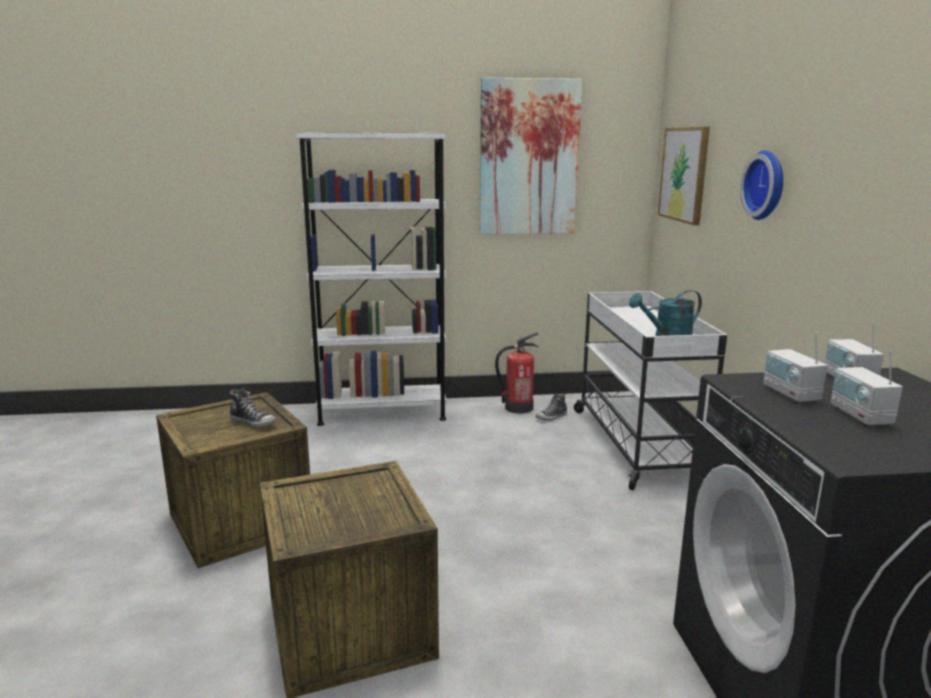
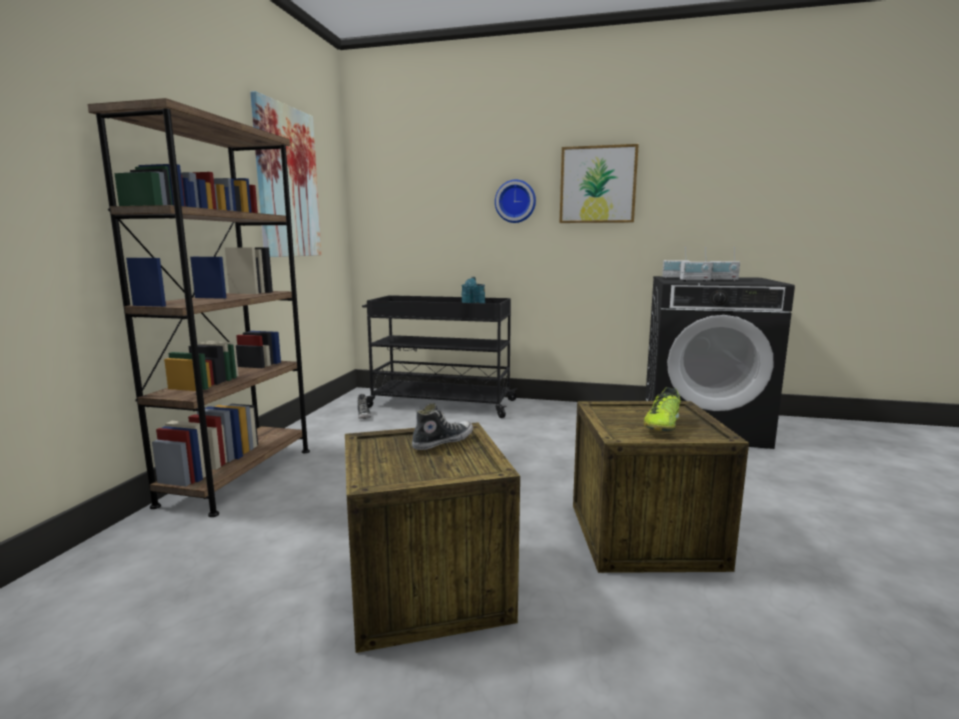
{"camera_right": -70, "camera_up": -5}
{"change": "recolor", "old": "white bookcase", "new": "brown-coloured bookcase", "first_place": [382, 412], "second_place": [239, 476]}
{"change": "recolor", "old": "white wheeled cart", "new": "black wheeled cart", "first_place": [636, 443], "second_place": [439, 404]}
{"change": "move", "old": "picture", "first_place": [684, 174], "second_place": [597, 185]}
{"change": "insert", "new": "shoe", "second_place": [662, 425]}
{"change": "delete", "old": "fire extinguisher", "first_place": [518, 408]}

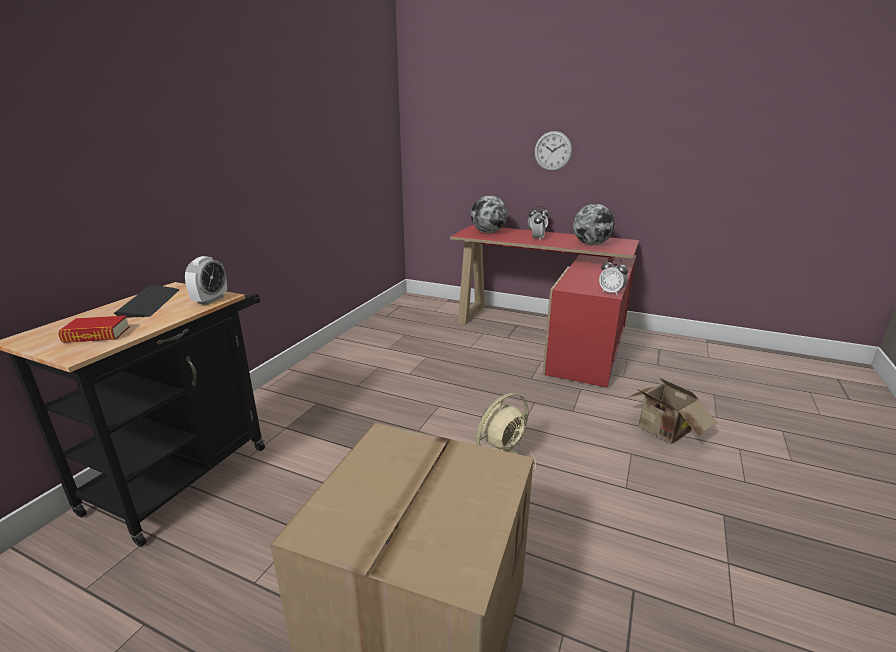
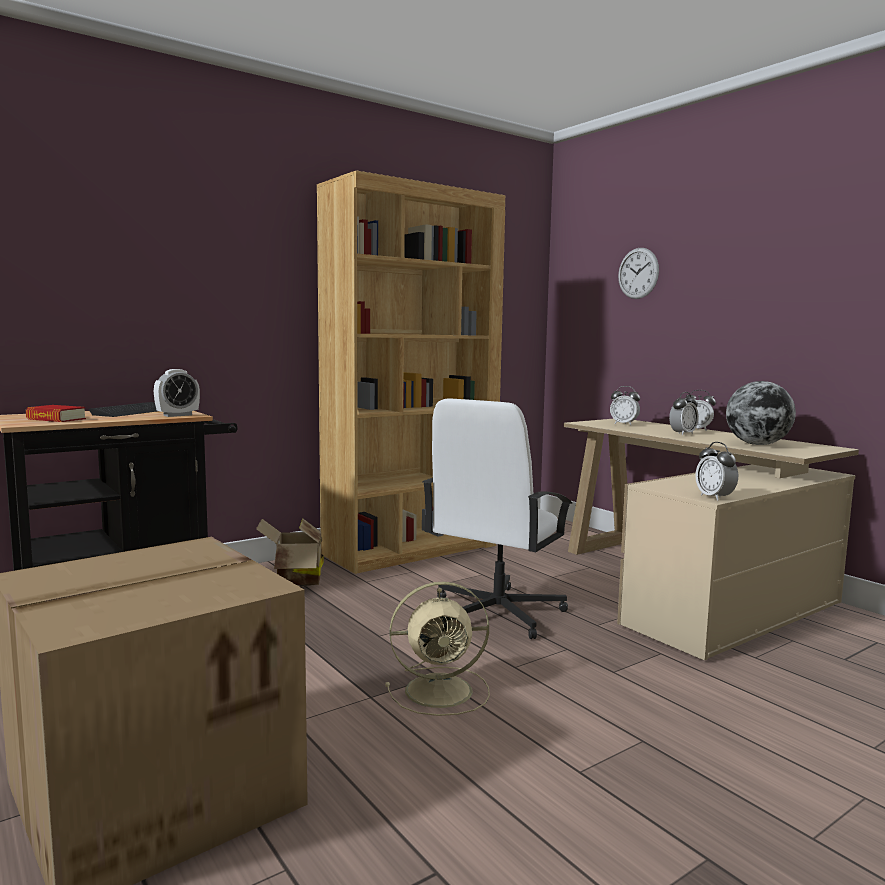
{"camera_right": 30, "camera_up": -15}
{"change": "move", "old": "packing box", "first_place": [663, 432], "second_place": [295, 580]}
{"change": "insert", "new": "brown-coloured bookcase", "second_place": [411, 549]}
{"change": "insert", "new": "white office chair", "second_place": [496, 613]}
{"change": "recolor", "old": "red desk table", "new": "beige-coloured desk table", "first_place": [548, 335], "second_place": [689, 587]}
{"change": "replace", "old": "world globe", "new": "bedside clock", "first_place": [488, 232], "second_place": [624, 424]}
{"change": "move", "old": "wall clock", "first_place": [553, 151], "second_place": [638, 273]}

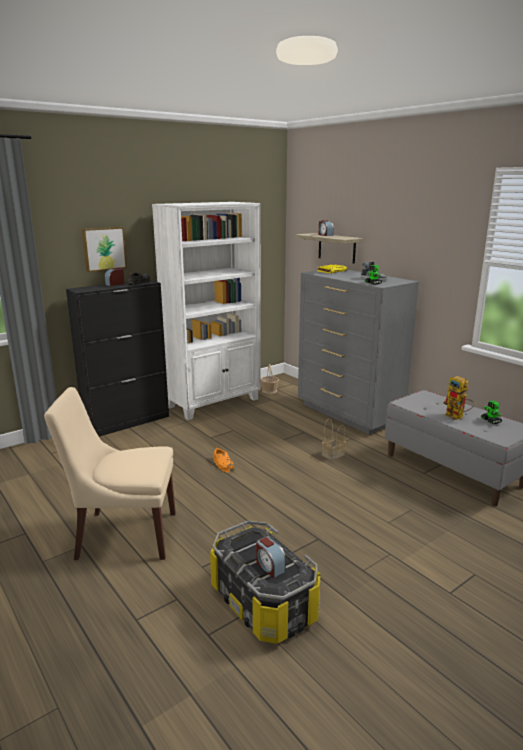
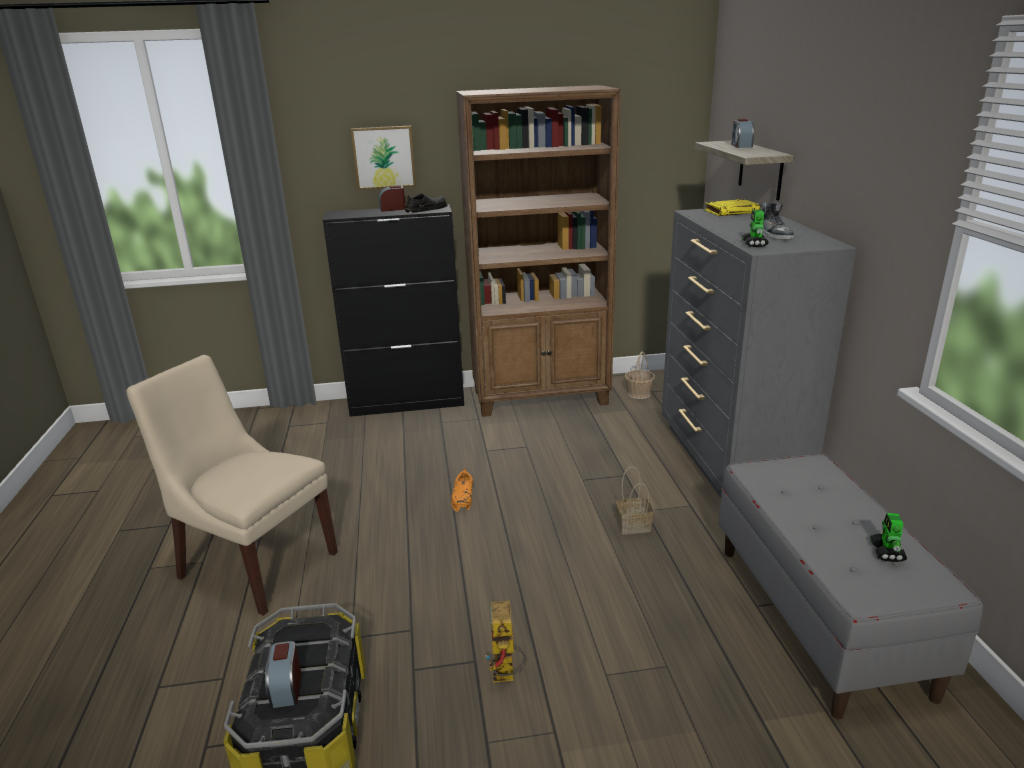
{"camera_right": 30, "camera_up": 5}
{"change": "recolor", "old": "white bookcase", "new": "brown-coloured bookcase", "first_place": [214, 403], "second_place": [541, 397]}
{"change": "move", "old": "model robot", "first_place": [457, 417], "second_place": [506, 676]}

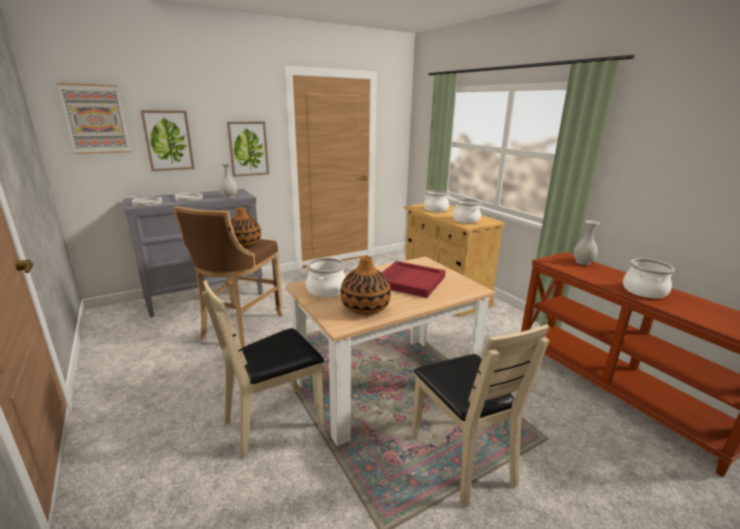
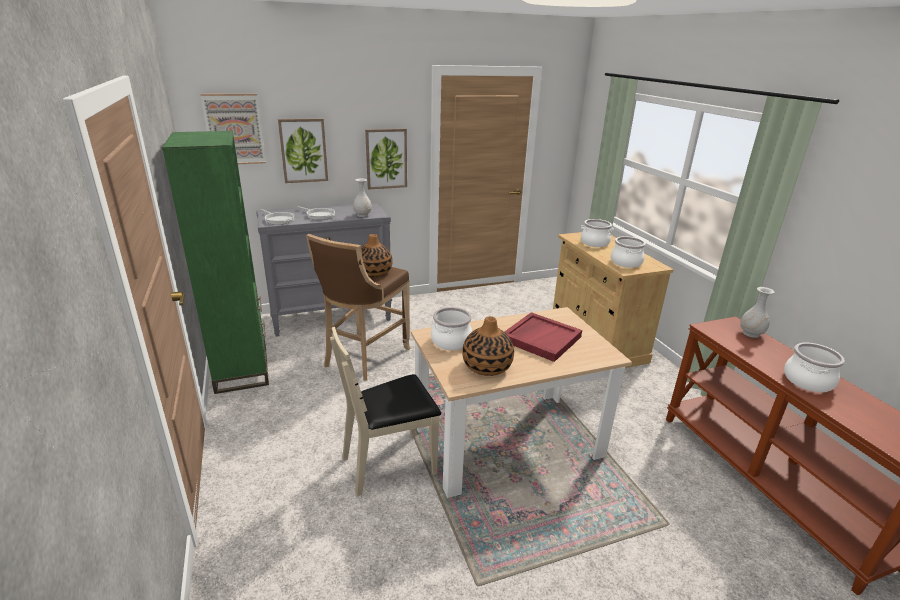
{"camera_right": 10, "camera_up": 5}
{"change": "insert", "new": "greenish bookcase", "second_place": [242, 369]}
{"change": "delete", "old": "beige-coloured plain chair", "first_place": [462, 458]}

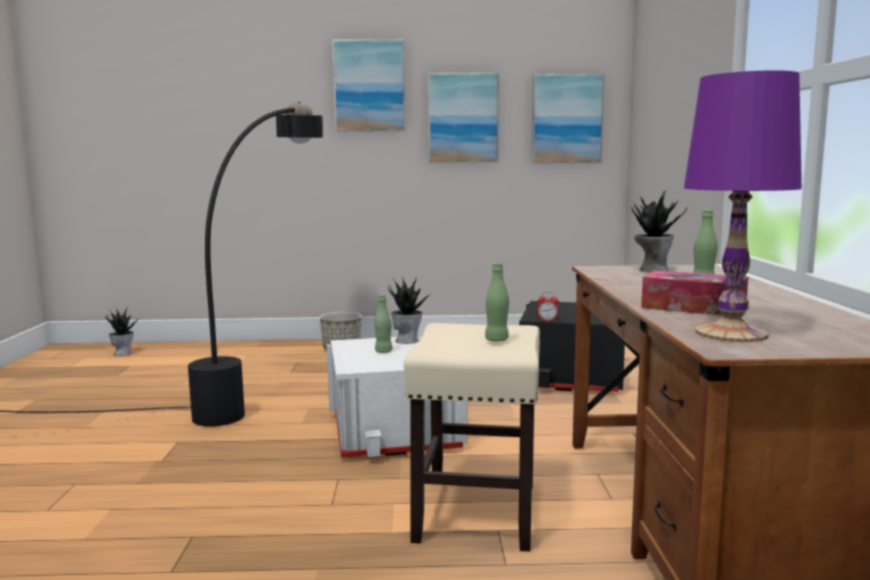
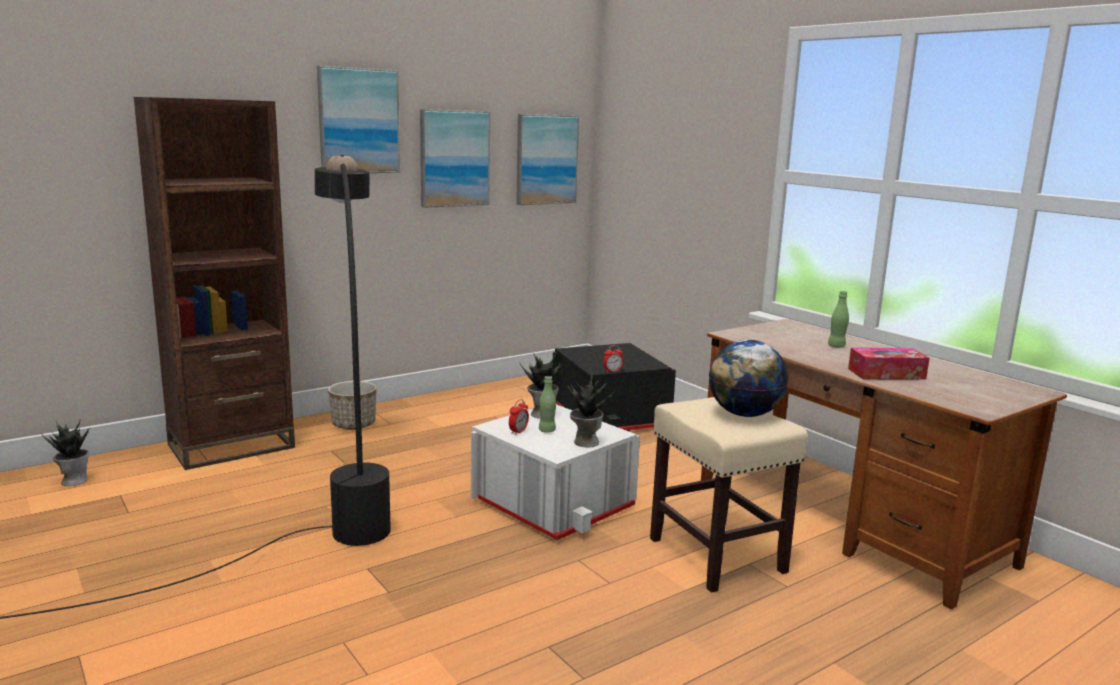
{"camera_right": -35, "camera_up": 5}
{"change": "insert", "new": "brown-coloured bookcase", "second_place": [231, 446]}
{"change": "insert", "new": "bedside clock", "second_place": [518, 432]}
{"change": "move", "old": "potted plant", "first_place": [652, 270], "second_place": [585, 442]}
{"change": "replace", "old": "greenish beverage bottle", "new": "world globe", "first_place": [496, 340], "second_place": [744, 414]}
{"change": "delete", "old": "purple-coloured tabletop lamp", "first_place": [732, 333]}

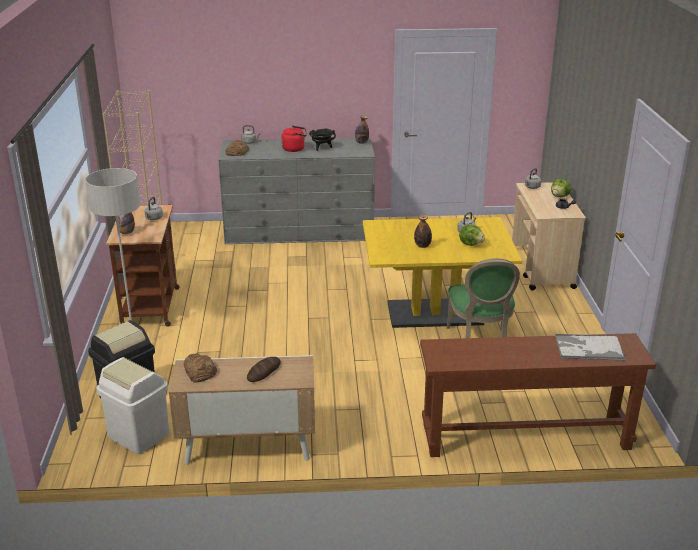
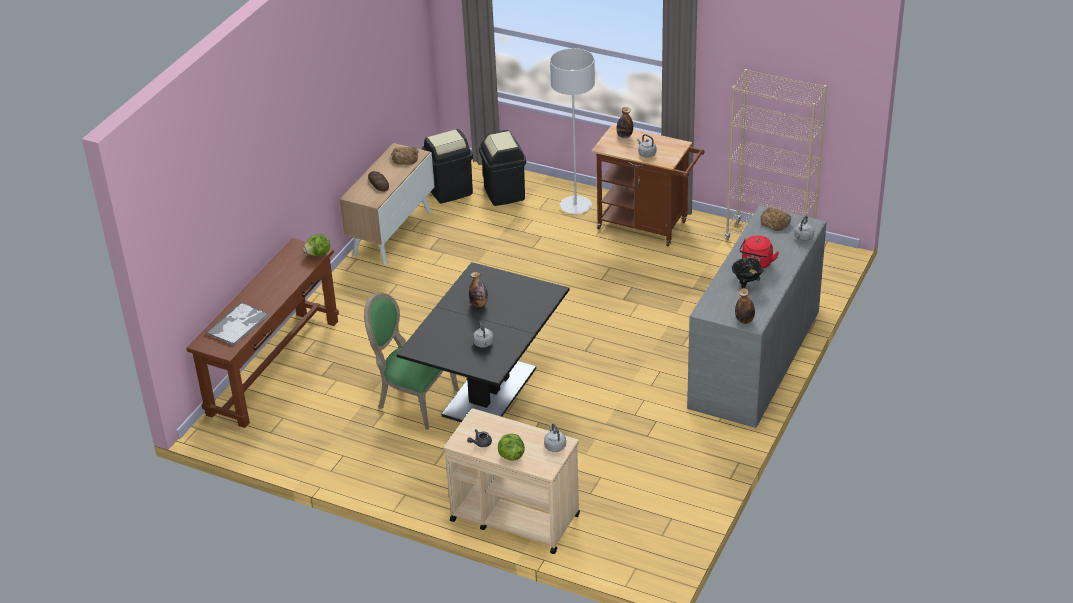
{"camera_right": 120, "camera_up": 10}
{"change": "move", "old": "lettuce head", "first_place": [471, 244], "second_place": [318, 254]}
{"change": "recolor", "old": "yellow-coloured kitchen table", "new": "black kitchen table", "first_place": [434, 313], "second_place": [489, 392]}
{"change": "recolor", "old": "white waste bin", "new": "black waste bin", "first_place": [138, 435], "second_place": [450, 190]}

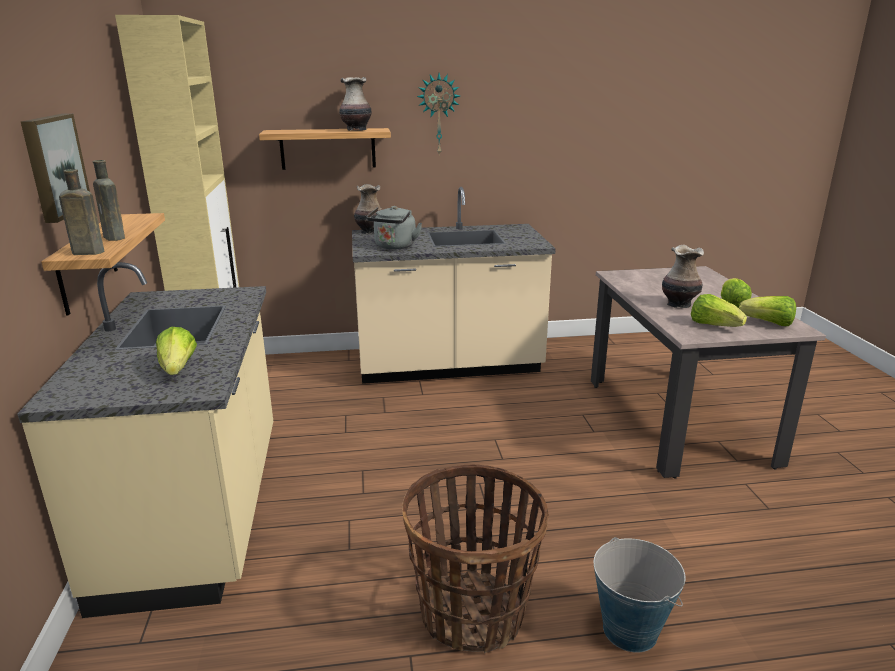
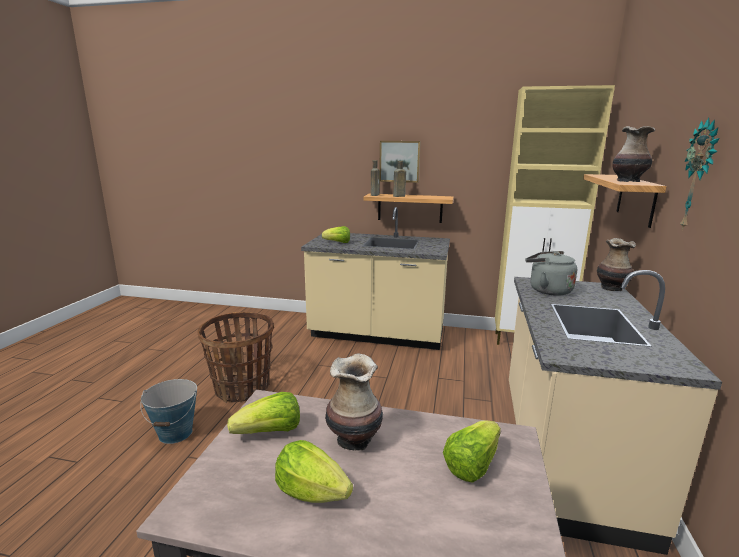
{"camera_right": 110, "camera_up": -5}
{"change": "move", "old": "lettuce head", "first_place": [768, 323], "second_place": [472, 464]}

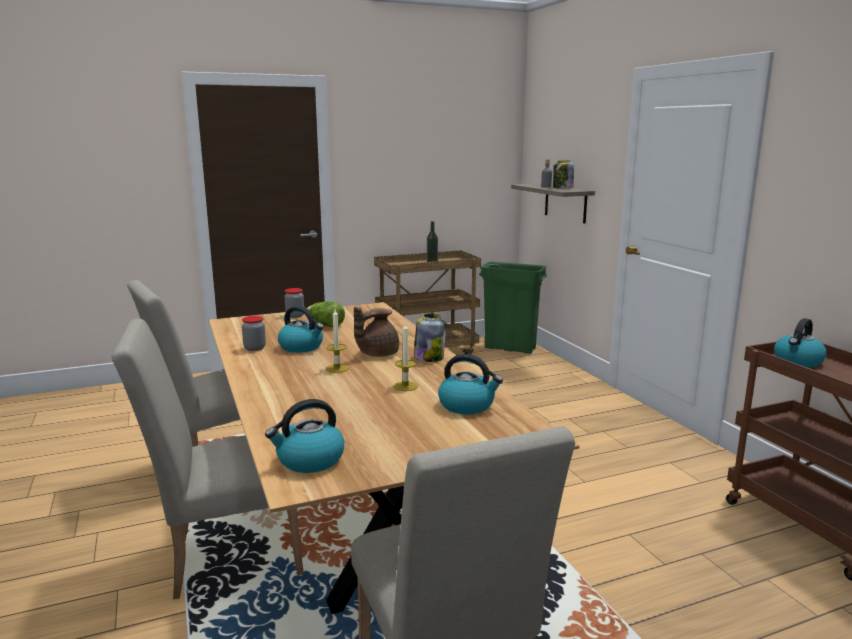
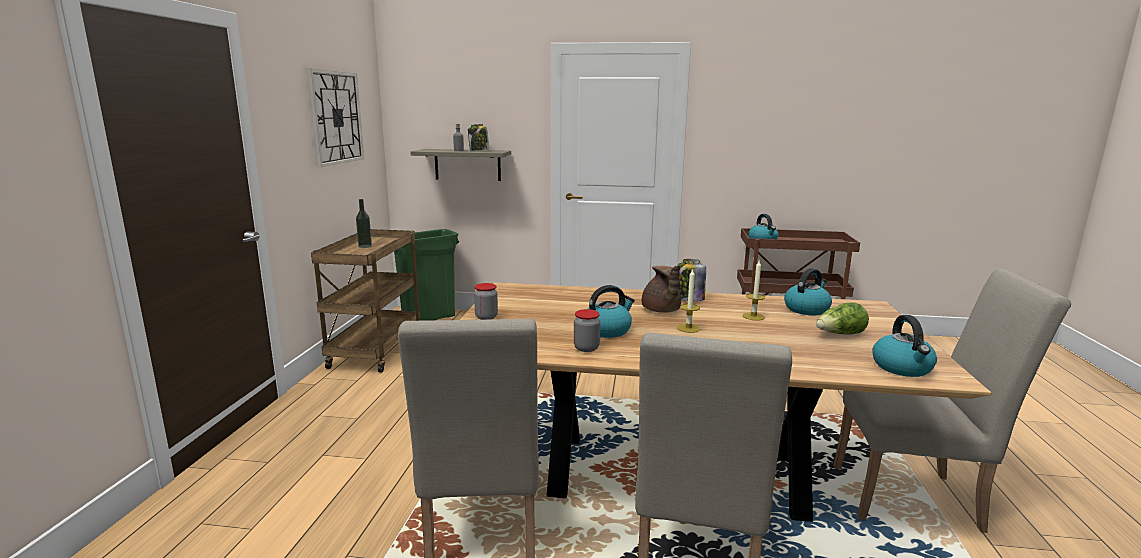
{"camera_right": -60, "camera_up": 0}
{"change": "insert", "new": "wall clock", "second_place": [336, 117]}
{"change": "move", "old": "lettuce head", "first_place": [325, 325], "second_place": [840, 334]}

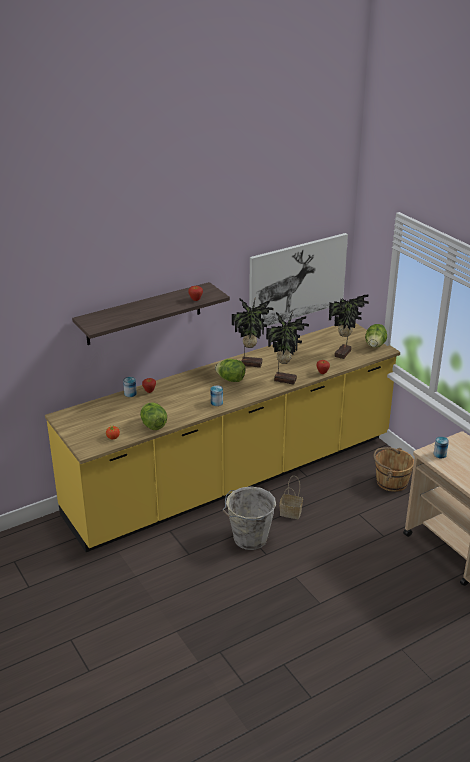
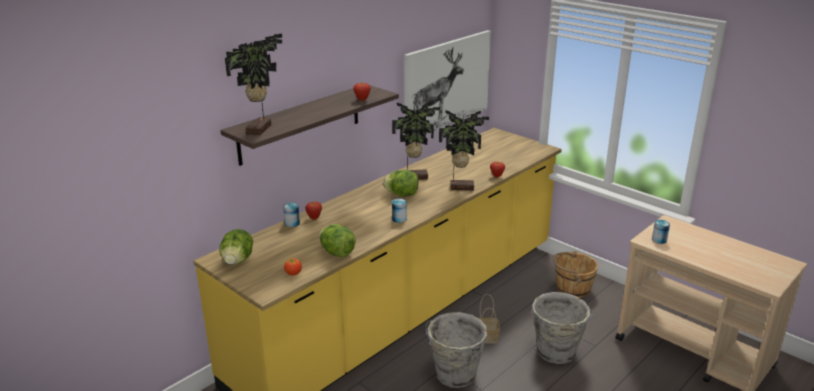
{"camera_right": -15, "camera_up": -5}
{"change": "move", "old": "lettuce head", "first_place": [375, 345], "second_place": [237, 261]}
{"change": "move", "old": "potted plant", "first_place": [344, 353], "second_place": [261, 129]}
{"change": "insert", "new": "grey water bucket", "second_place": [556, 353]}

